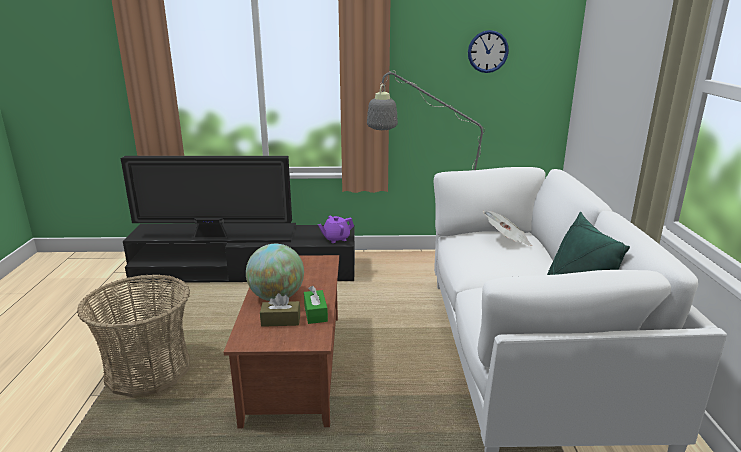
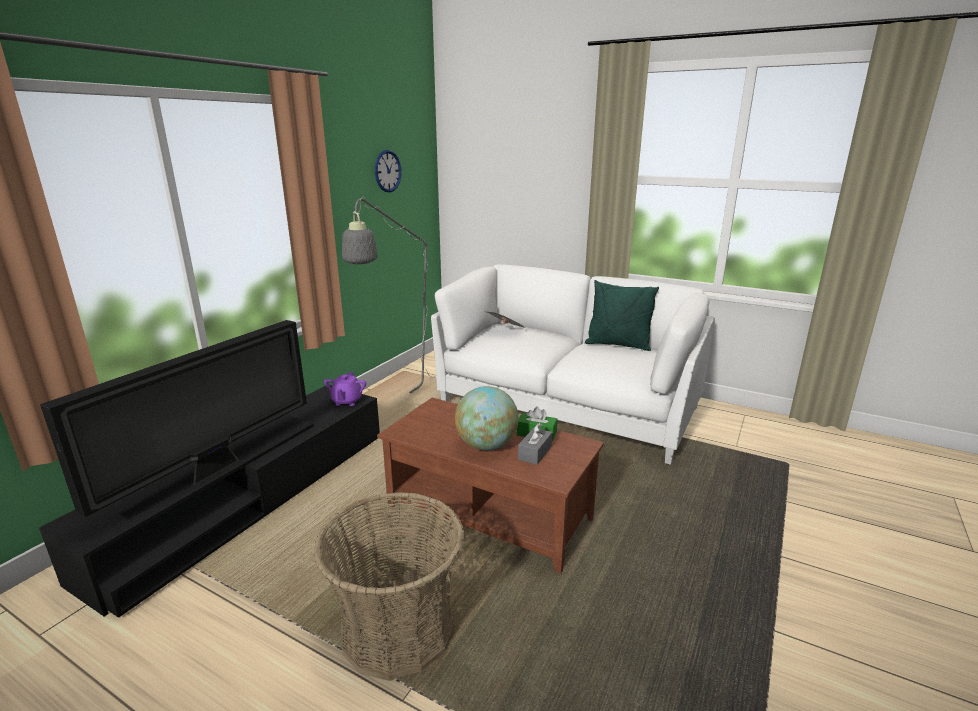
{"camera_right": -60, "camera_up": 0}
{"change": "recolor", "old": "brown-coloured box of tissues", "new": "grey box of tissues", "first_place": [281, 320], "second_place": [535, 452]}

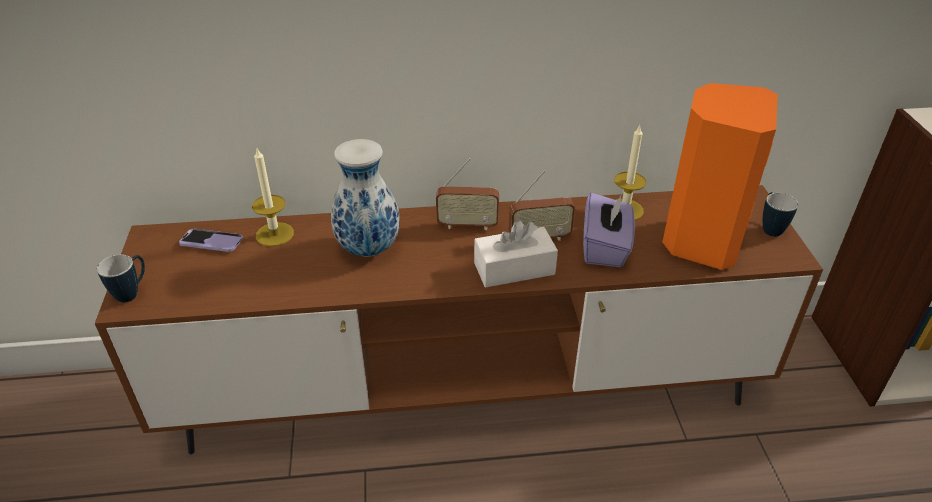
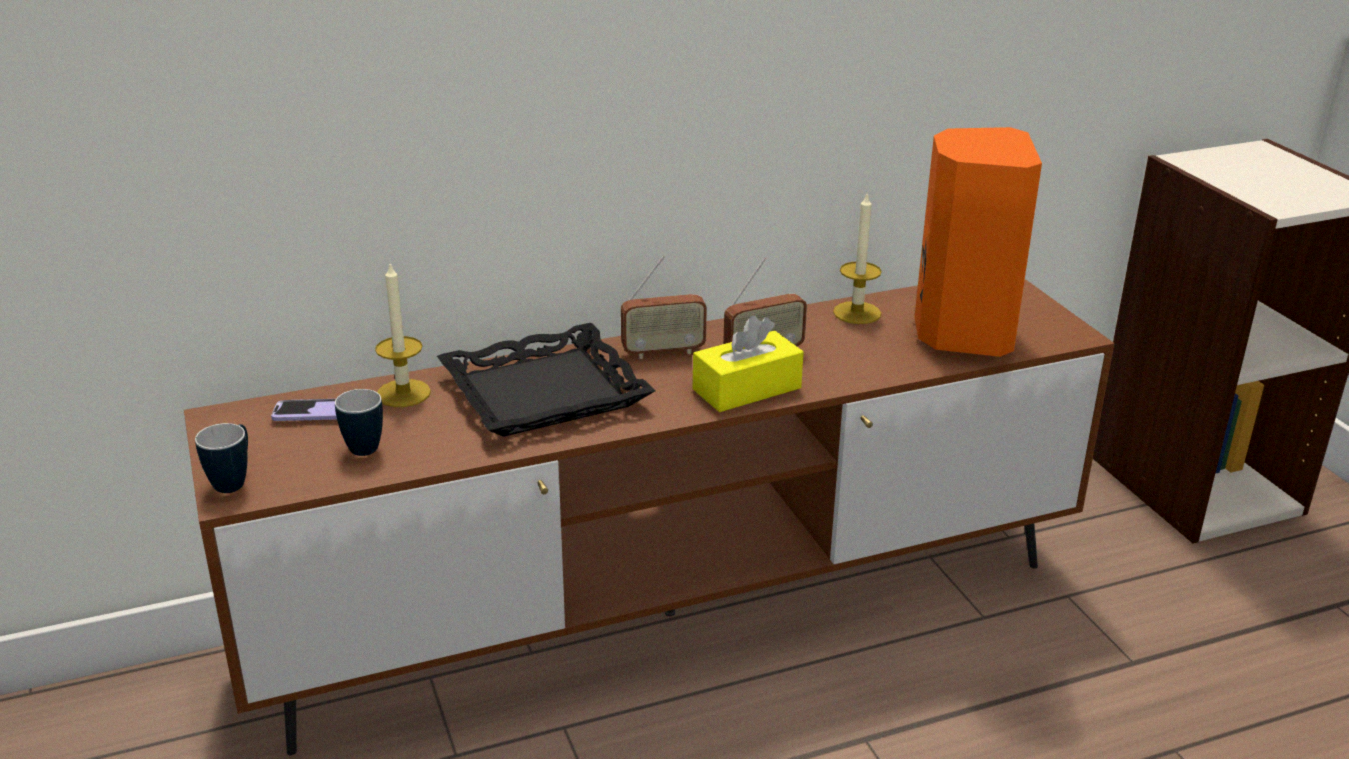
{"camera_right": -15, "camera_up": -10}
{"change": "move", "old": "tea mug", "first_place": [769, 228], "second_place": [362, 445]}
{"change": "replace", "old": "flower vase", "new": "black serving tray", "first_place": [369, 248], "second_place": [544, 392]}
{"change": "recolor", "old": "white box of tissues", "new": "yellow-coloured box of tissues", "first_place": [514, 268], "second_place": [747, 389]}
{"change": "delete", "old": "purple-coloured box of tissues", "first_place": [605, 247]}

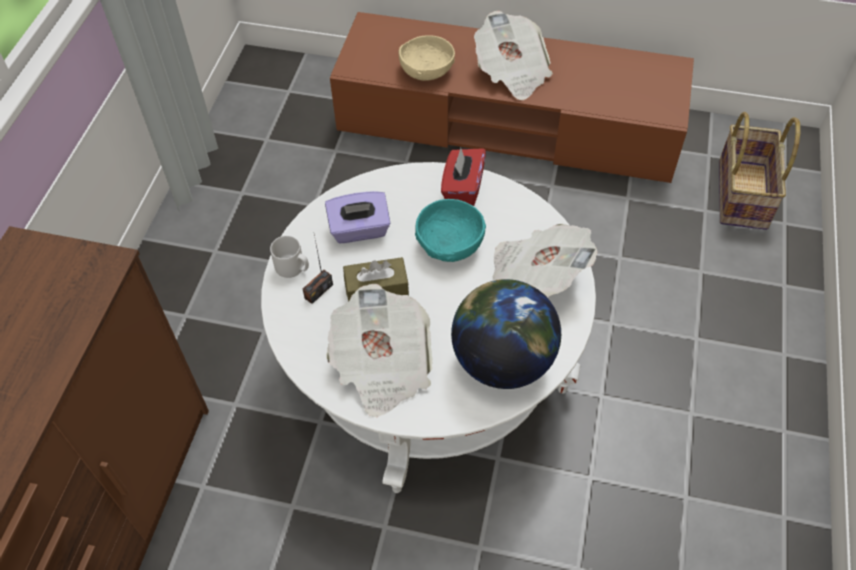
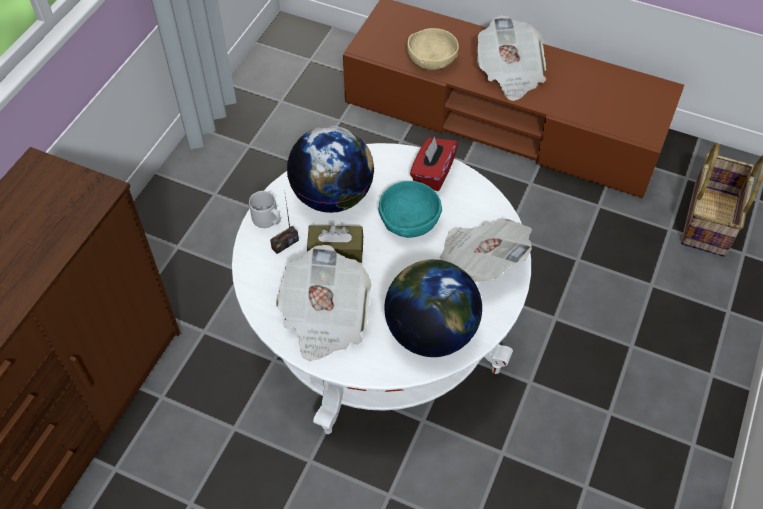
{"camera_right": 10, "camera_up": 0}
{"change": "replace", "old": "purple-coloured box of tissues", "new": "world globe", "first_place": [359, 230], "second_place": [333, 196]}

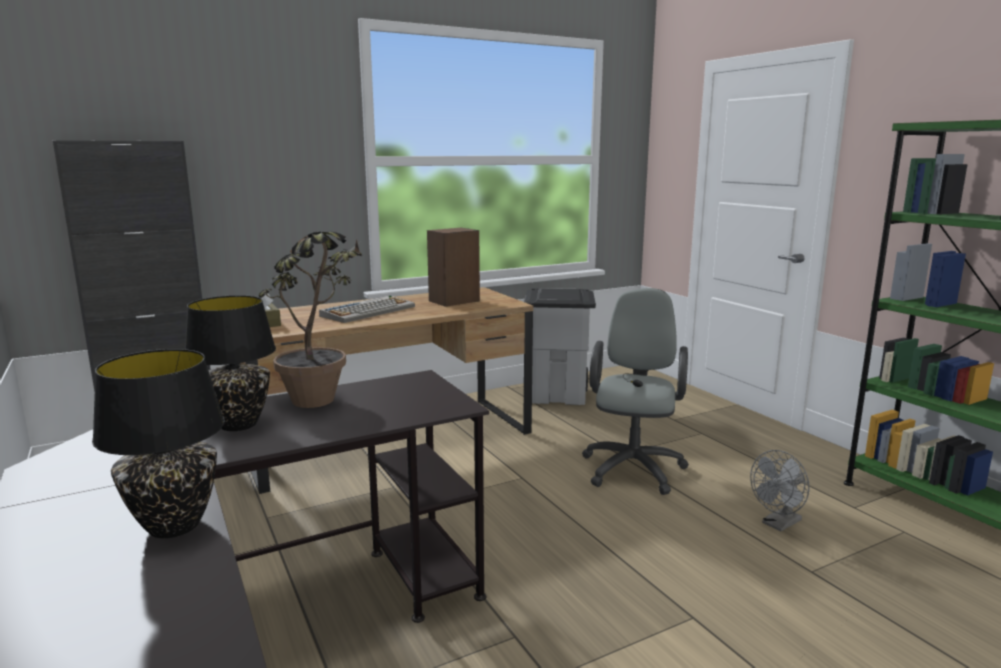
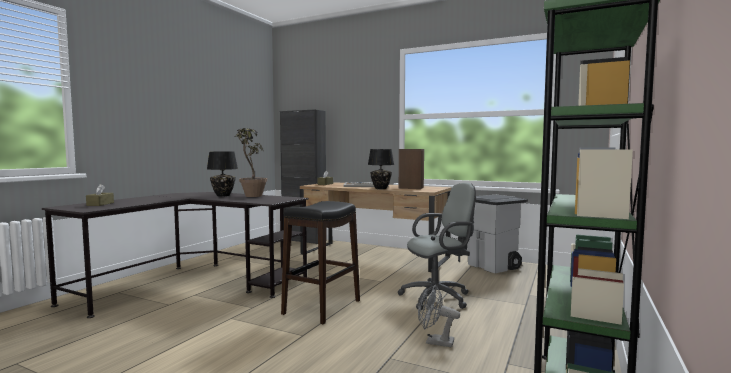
{"camera_right": 55, "camera_up": -10}
{"change": "insert", "new": "brown-coloured box of tissues", "second_place": [100, 204]}
{"change": "insert", "new": "black stool", "second_place": [322, 307]}
{"change": "move", "old": "black tabletop lamp", "first_place": [173, 525], "second_place": [380, 188]}

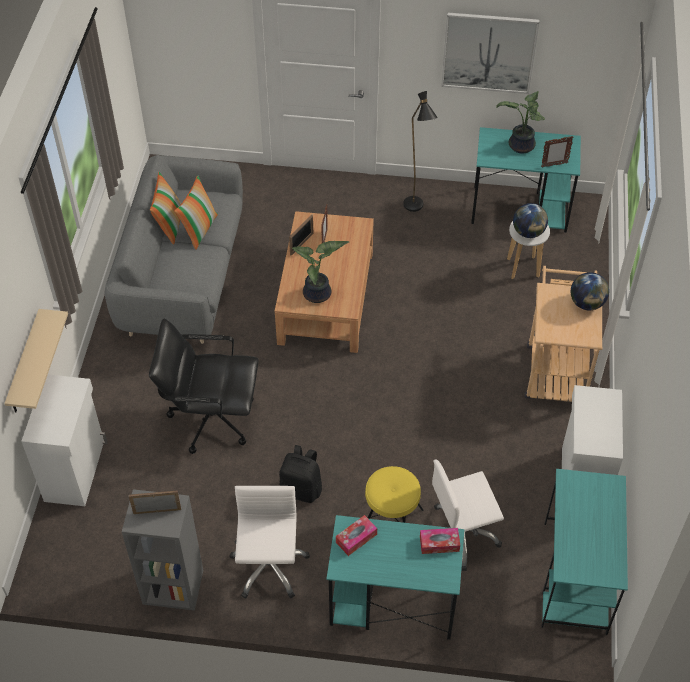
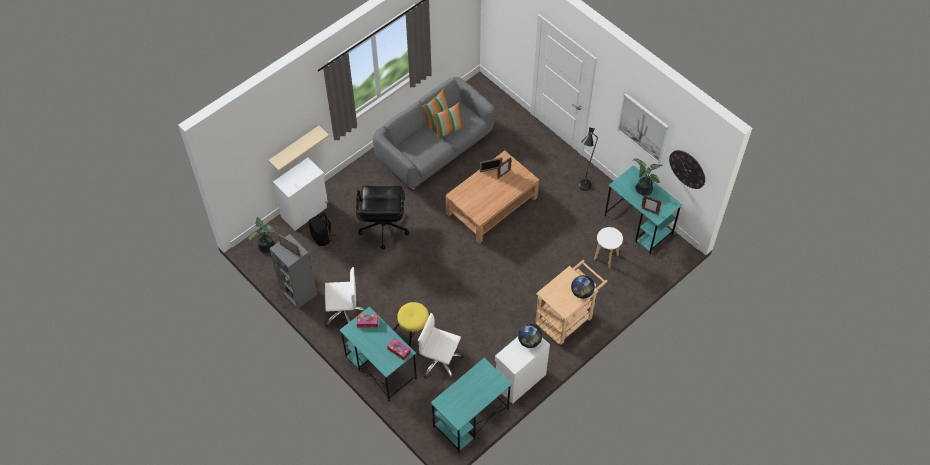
{"camera_right": 40, "camera_up": 5}
{"change": "move", "old": "potted plant", "first_place": [318, 295], "second_place": [266, 248]}
{"change": "move", "old": "black knapsack", "first_place": [302, 489], "second_place": [322, 237]}
{"change": "rotate", "old": "white office chair", "first_place": [268, 567], "second_place": [344, 313], "degrees": 45}
{"change": "rotate", "old": "black office chair", "first_place": [211, 418], "second_place": [383, 228], "degrees": -135}
{"change": "move", "old": "world globe", "first_place": [528, 232], "second_place": [529, 341]}
{"change": "insert", "new": "wall clock", "second_place": [687, 169]}

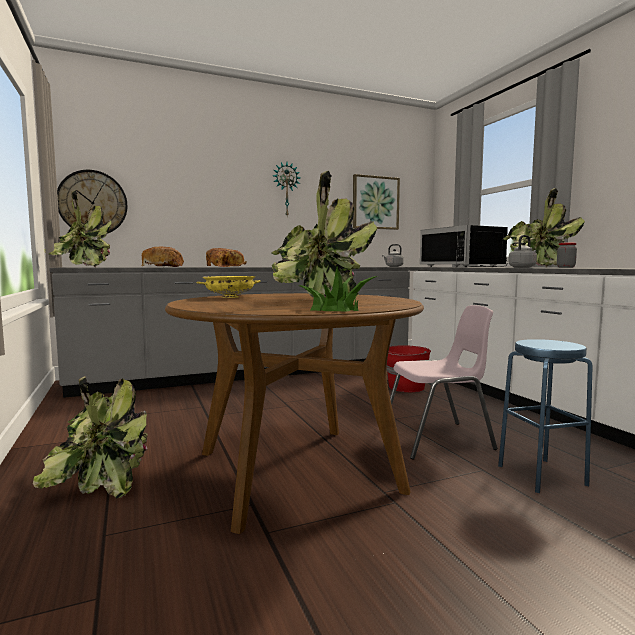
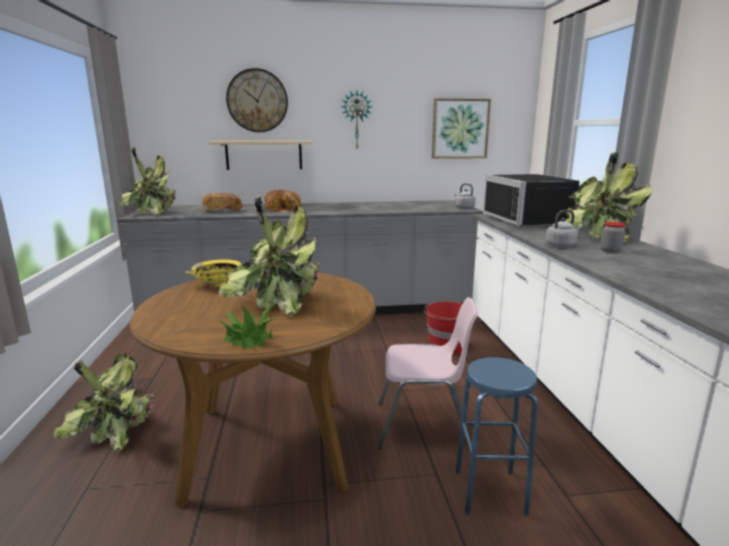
{"camera_right": 15, "camera_up": 10}
{"change": "insert", "new": "beige-coloured wall shelf", "second_place": [264, 155]}
{"change": "move", "old": "wall clock", "first_place": [92, 203], "second_place": [257, 101]}

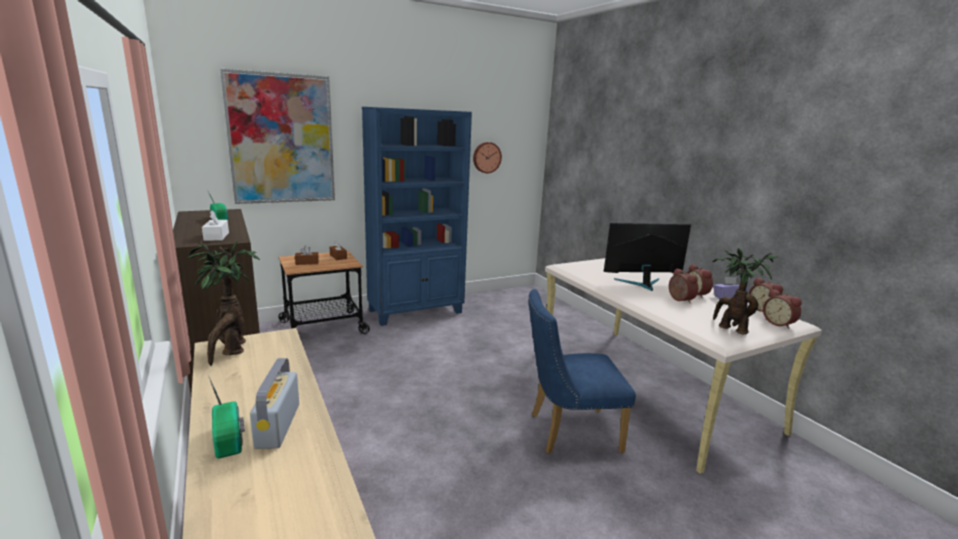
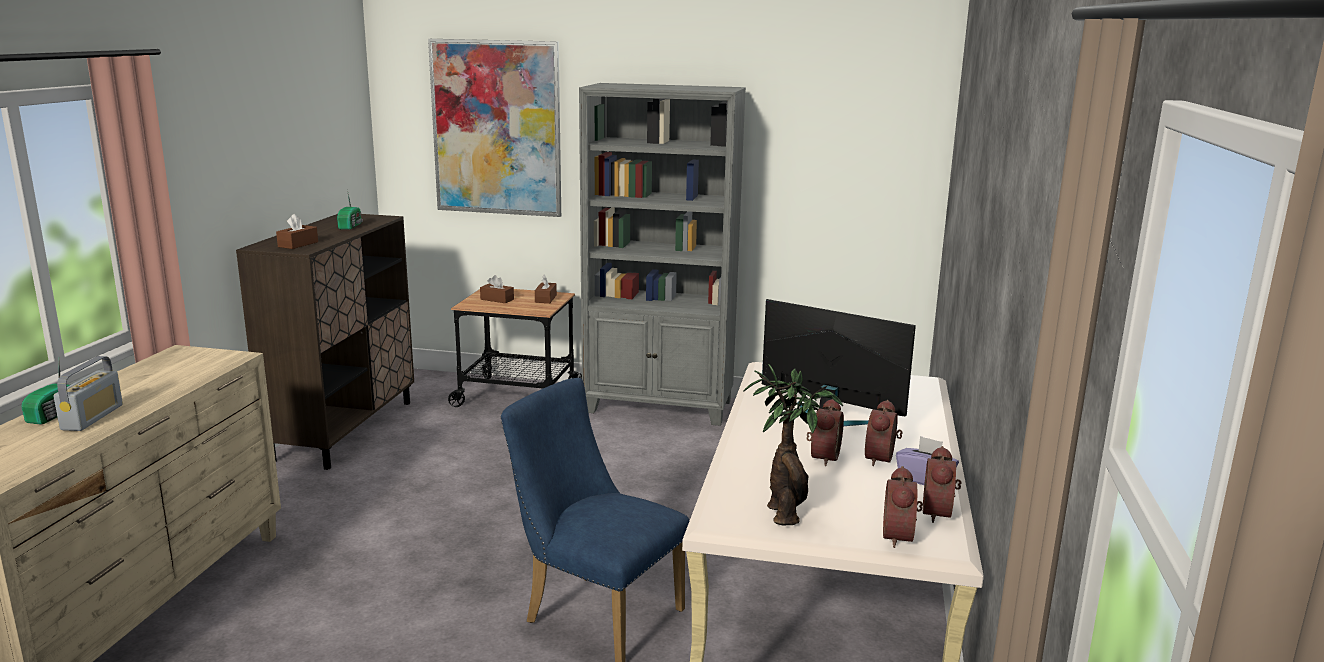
{"camera_right": 40, "camera_up": 0}
{"change": "rotate", "old": "radio receiver", "first_place": [278, 425], "second_place": [92, 417], "degrees": 150}
{"change": "recolor", "old": "white box of tissues", "new": "brown-coloured box of tissues", "first_place": [216, 236], "second_place": [298, 244]}
{"change": "recolor", "old": "blue-coloured bookcase", "new": "grey bookcase", "first_place": [416, 311], "second_place": [660, 407]}
{"change": "delete", "old": "potted plant", "first_place": [230, 351]}
{"change": "delete", "old": "wall clock", "first_place": [486, 157]}

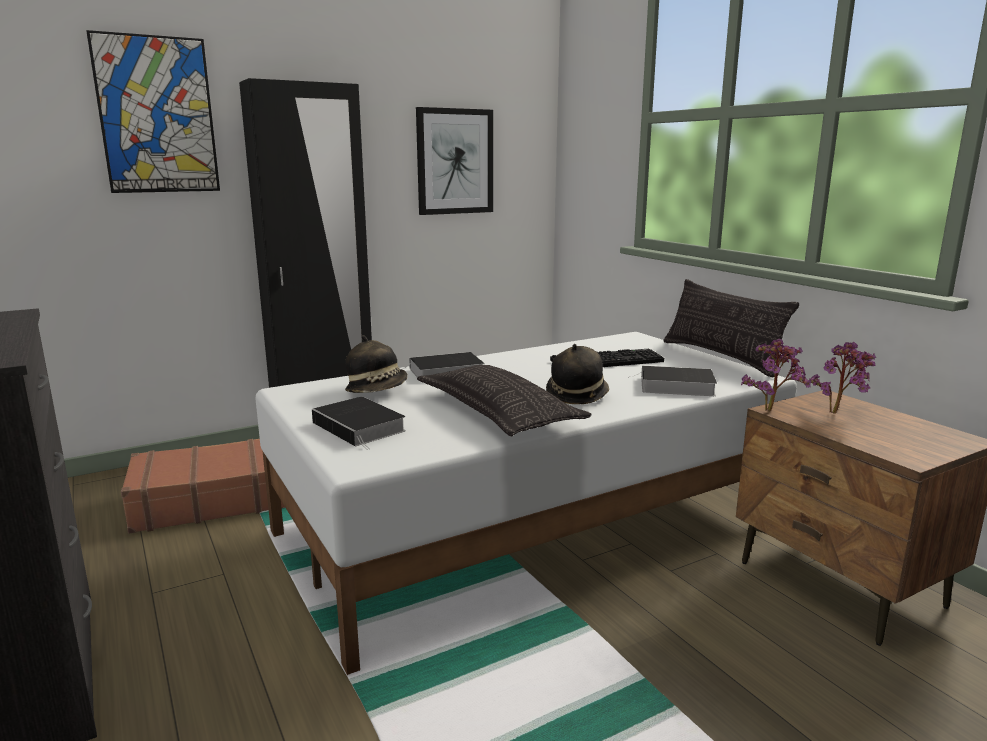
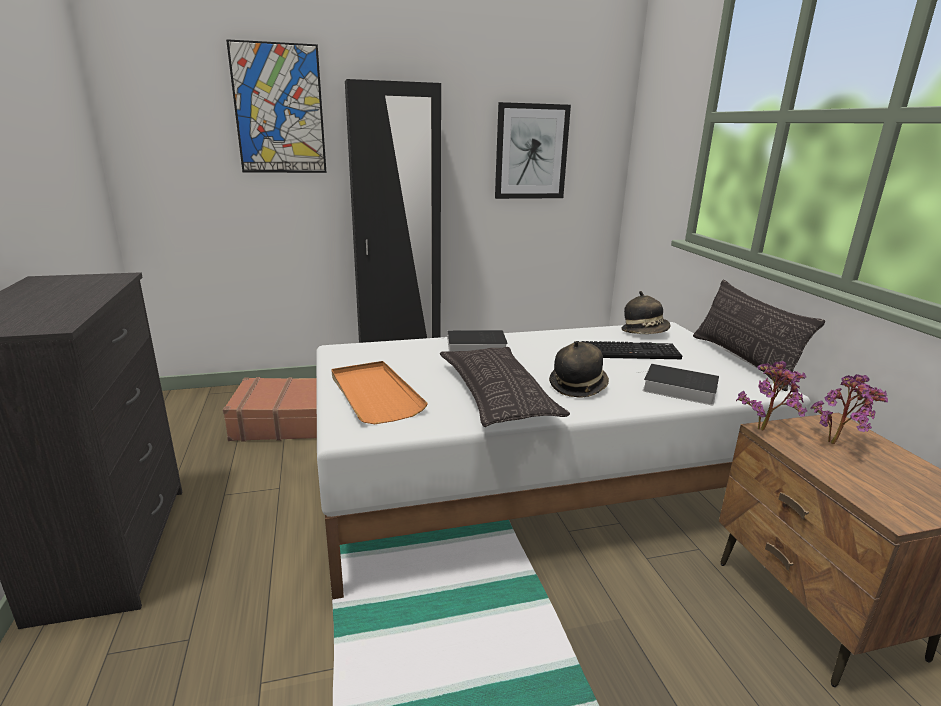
{"camera_right": 15, "camera_up": 5}
{"change": "replace", "old": "book", "new": "orange serving tray", "first_place": [361, 427], "second_place": [374, 395]}
{"change": "move", "old": "wearable hat", "first_place": [377, 390], "second_place": [644, 332]}

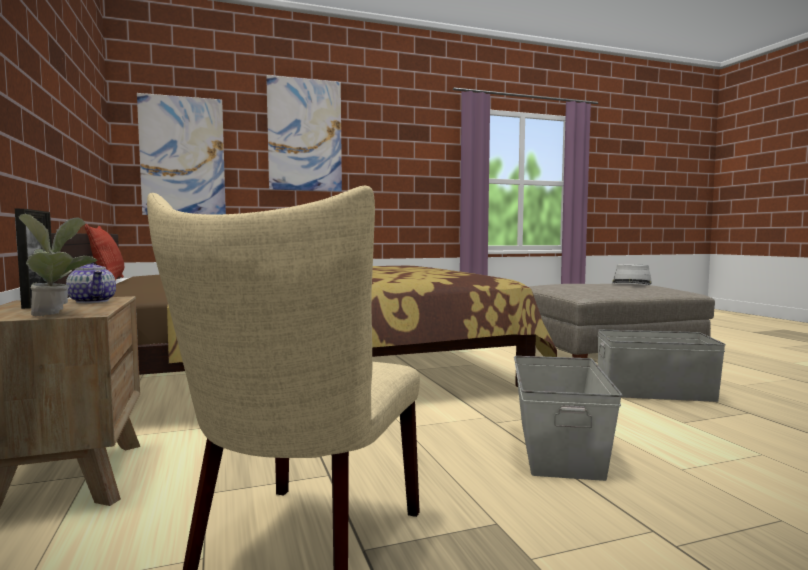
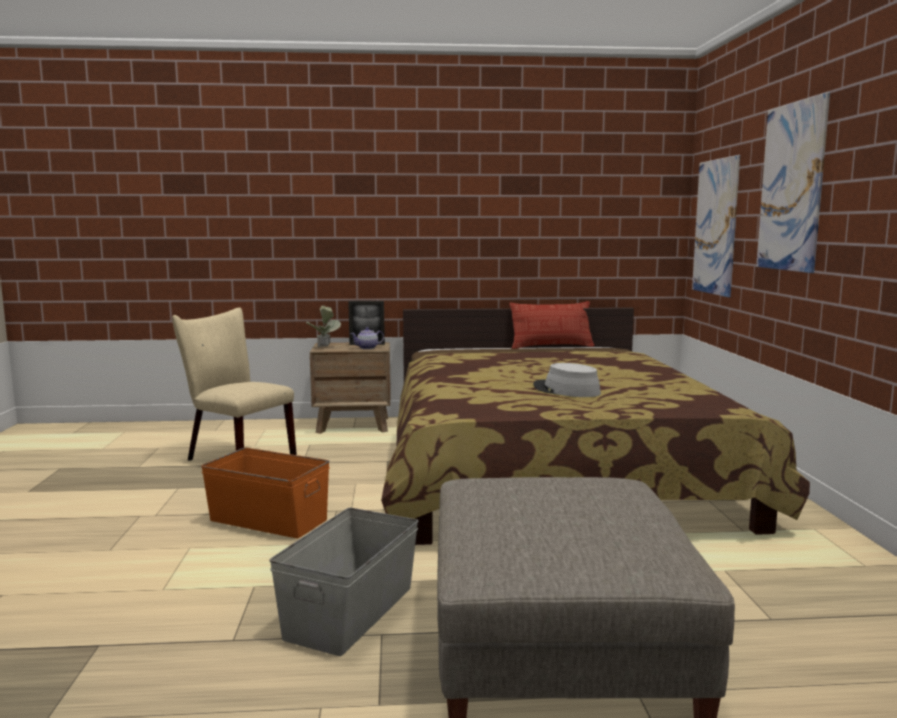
{"camera_right": 105, "camera_up": 5}
{"change": "recolor", "old": "grey storage box", "new": "orange storage box", "first_place": [557, 447], "second_place": [268, 519]}
{"change": "move", "old": "grey wearable hat", "first_place": [631, 283], "second_place": [566, 390]}

